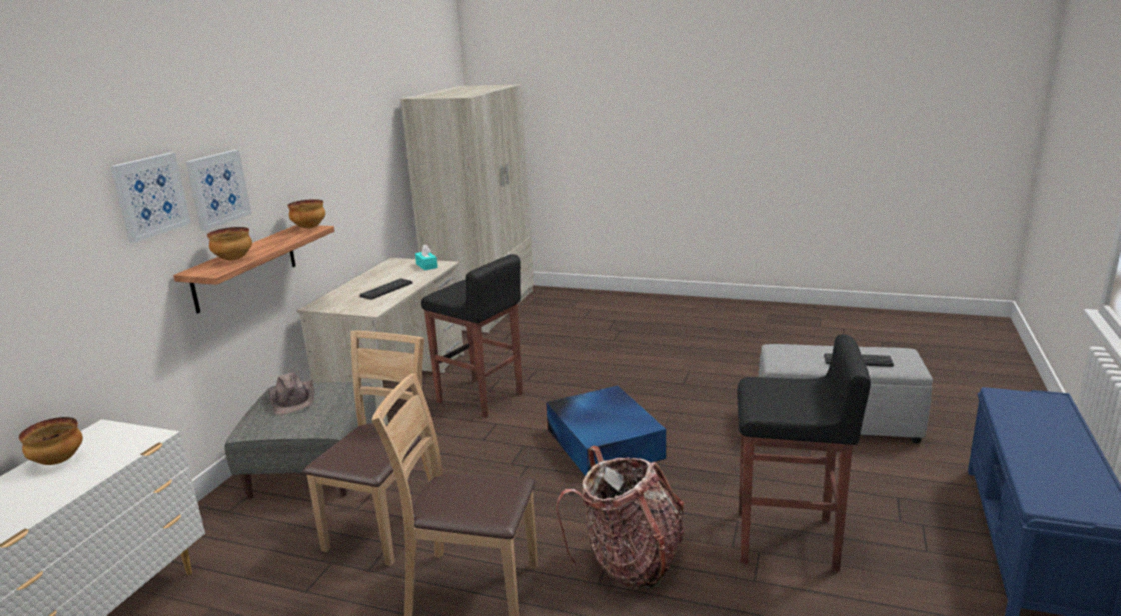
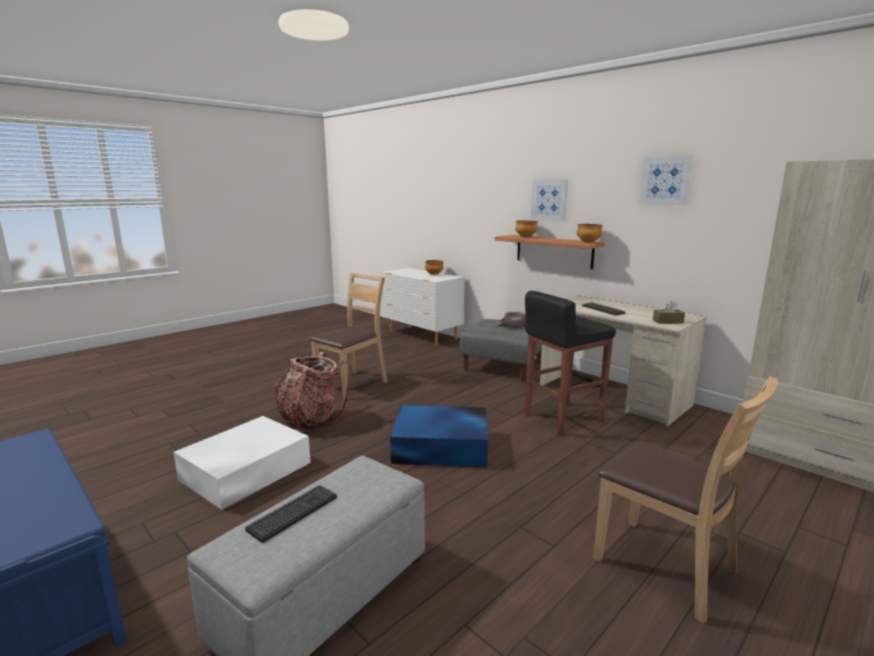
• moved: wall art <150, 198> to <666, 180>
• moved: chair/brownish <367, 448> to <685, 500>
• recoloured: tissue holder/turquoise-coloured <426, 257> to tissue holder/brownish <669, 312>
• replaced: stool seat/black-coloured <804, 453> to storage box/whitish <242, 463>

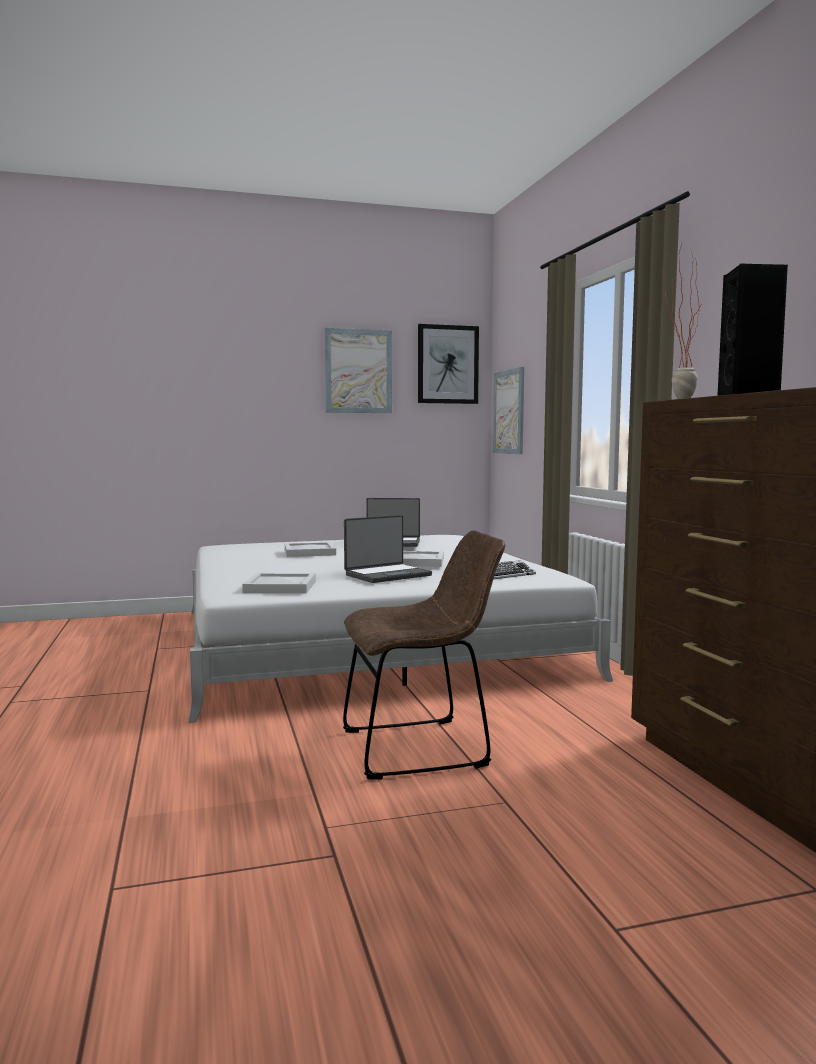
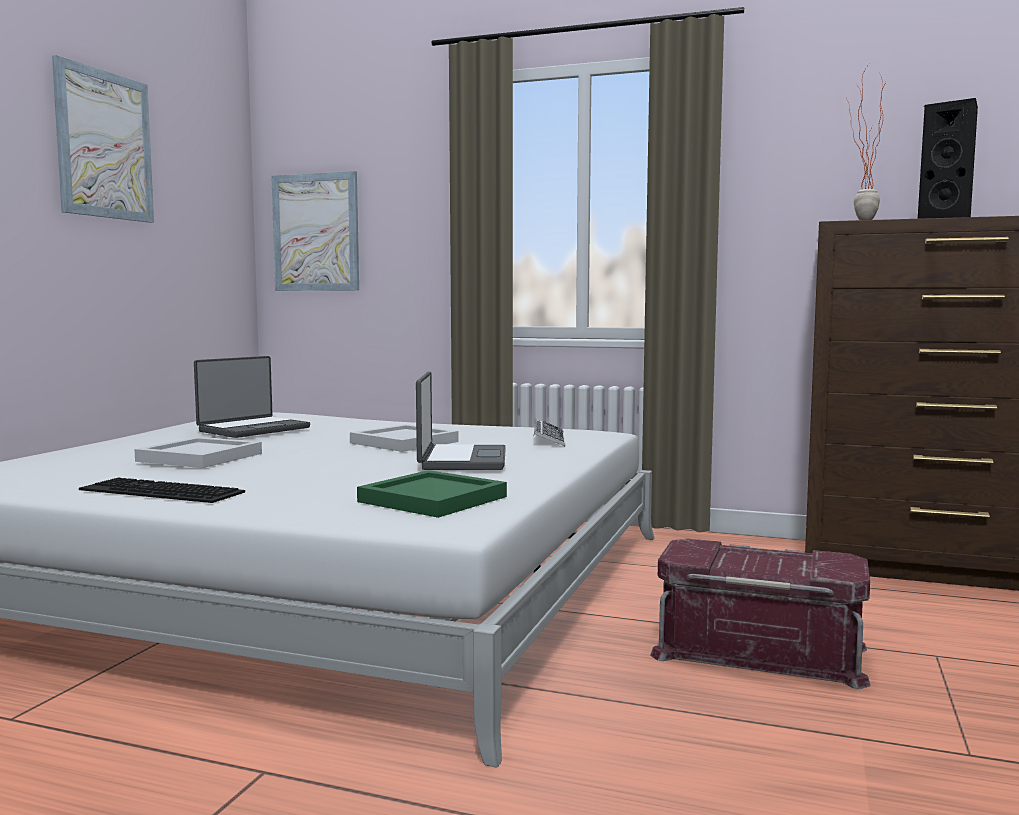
• recoloured: serving tray/whitish <279, 583> to serving tray/green <432, 494>
• replaced: chair/brownish <424, 655> to storage box/red <760, 614>
• removed: wall art <448, 364>
• added: PC keyboard <162, 490>

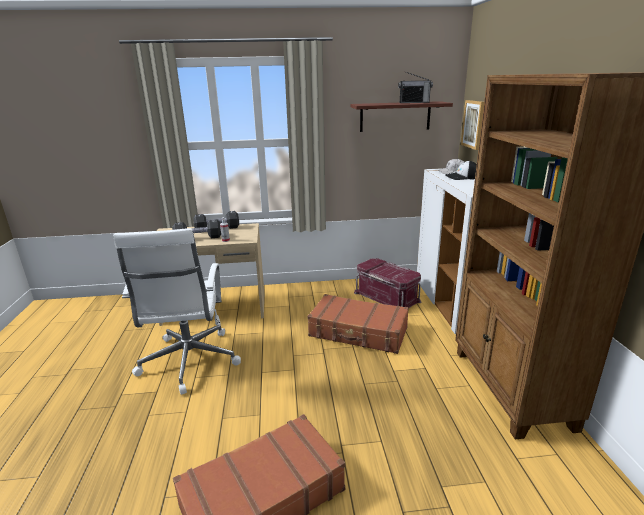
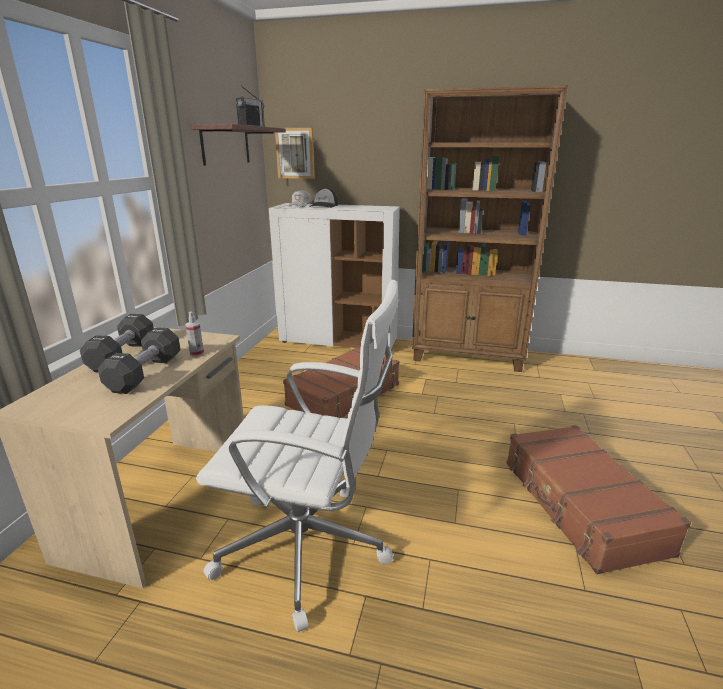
• removed: storage box/red <388, 283>

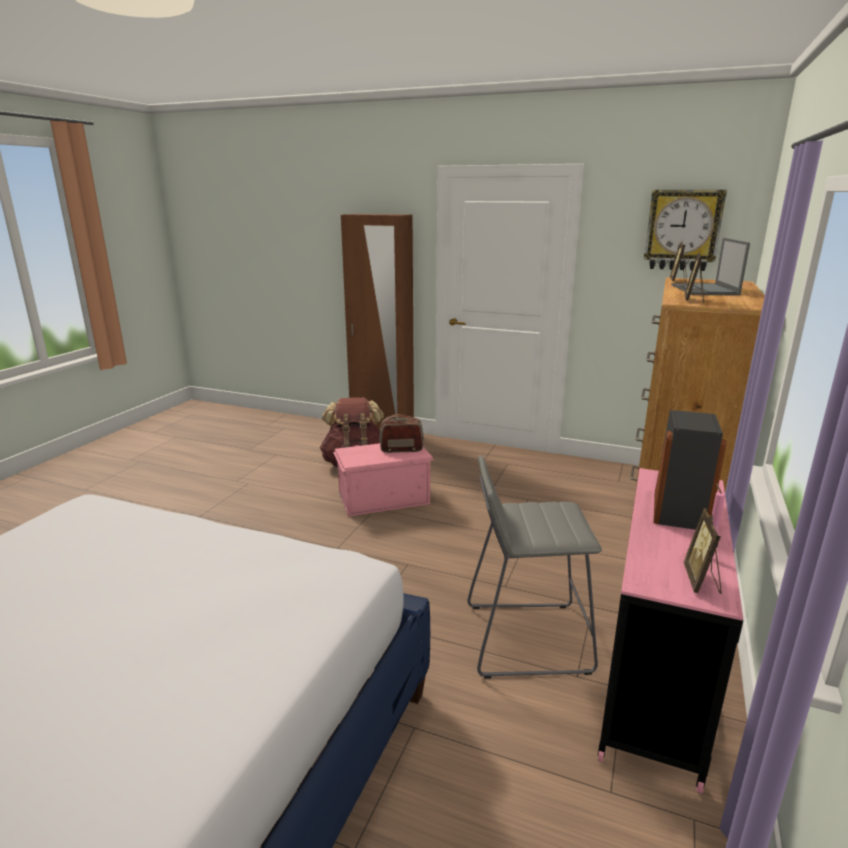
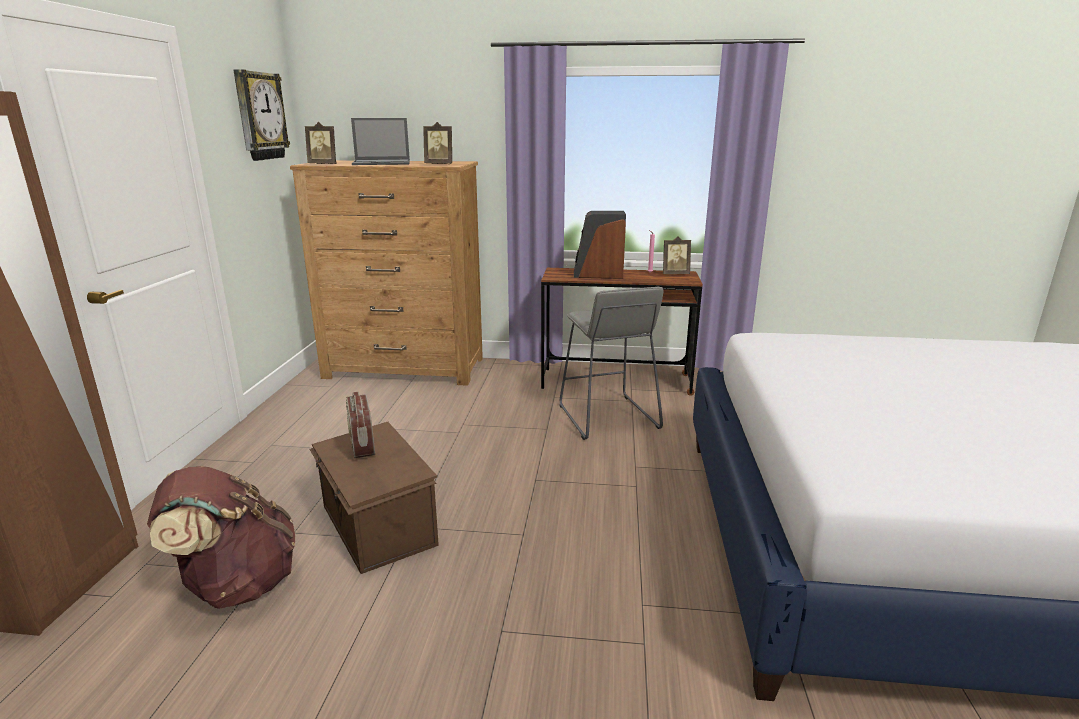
• recoloured: storage box/pink-coloured <383, 480> to storage box/brownish <374, 498>
• recoloured: desk/pink-coloured <670, 631> to desk/brownish <622, 332>

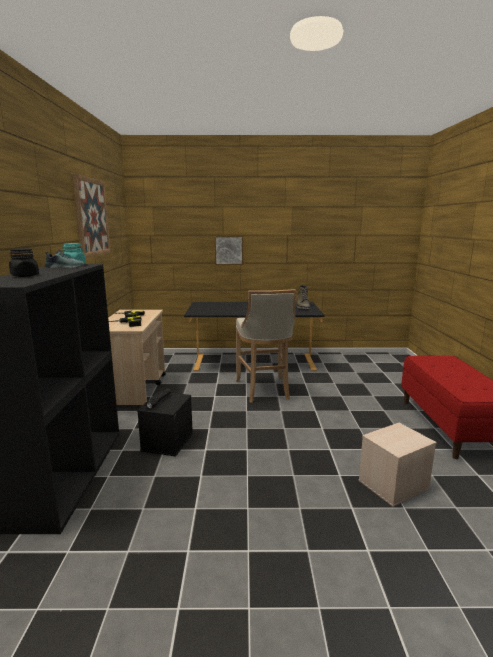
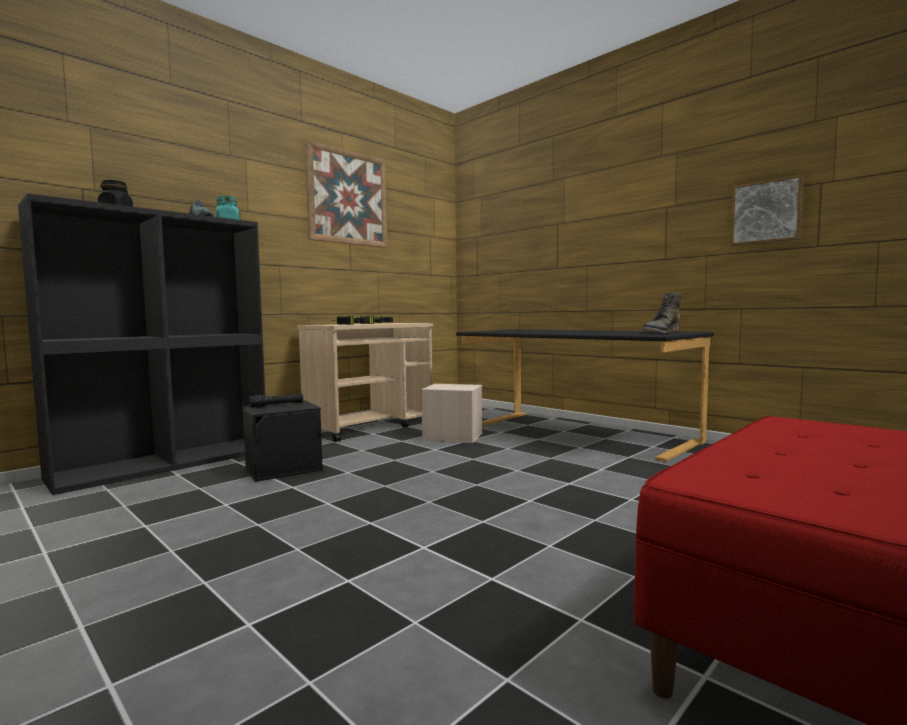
• moved: wall art <229, 250> to <767, 210>
• removed: stool seat/sand-coloured <266, 346>
• moved: storage box/sand-coloured <397, 465> to <452, 413>

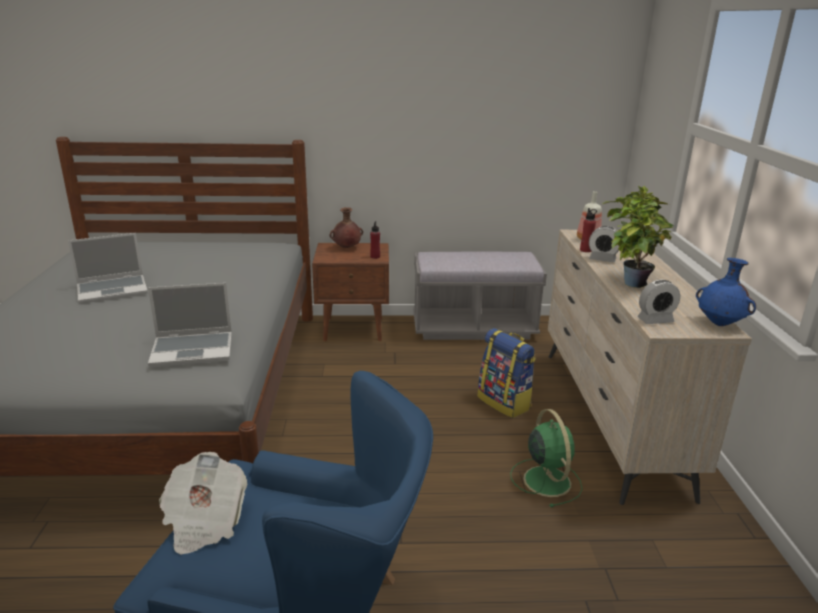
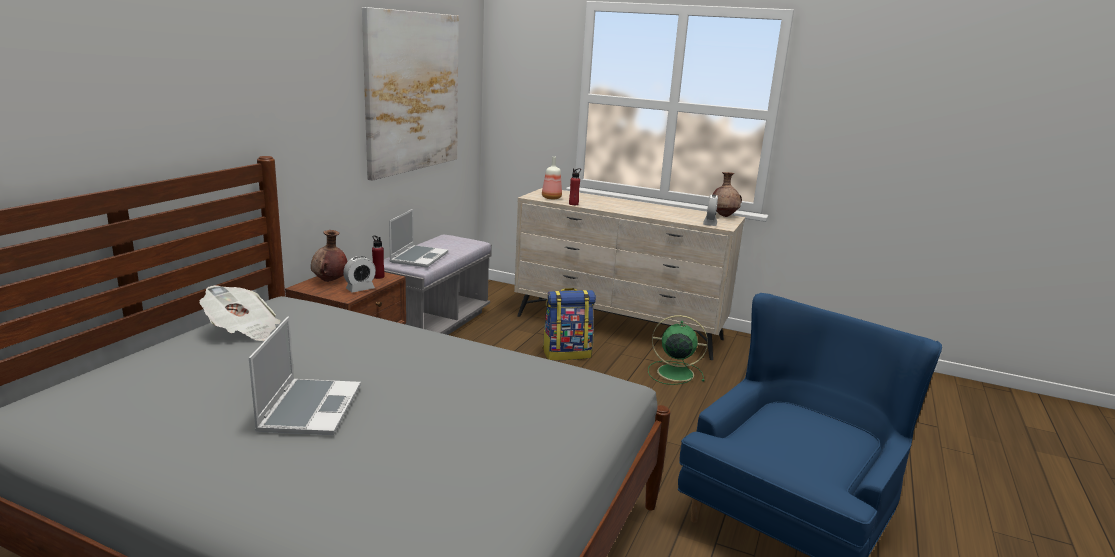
• moved: portable computer <190, 325> to <418, 238>
• moved: newspaper <203, 503> to <240, 313>
• moved: alarm clock <604, 244> to <359, 274>
• removed: potted plant <638, 236>
• recoloured: flower vase/blue <726, 292> to flower vase/brownish <727, 194>
• added: wall art <410, 94>

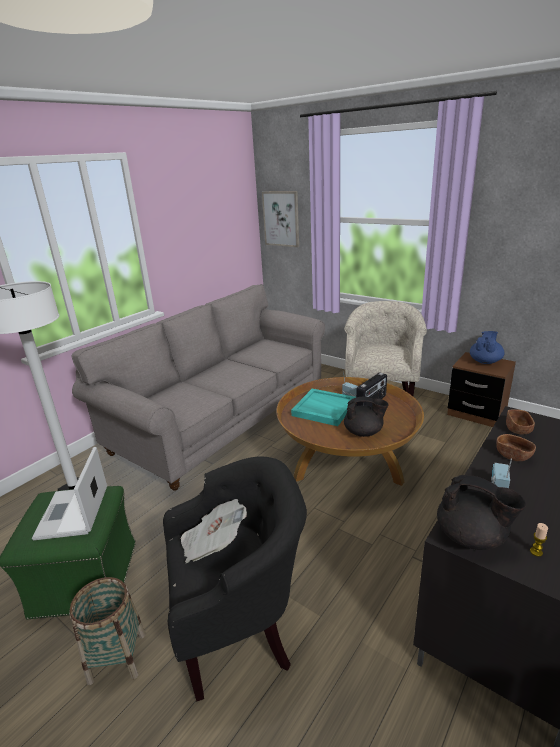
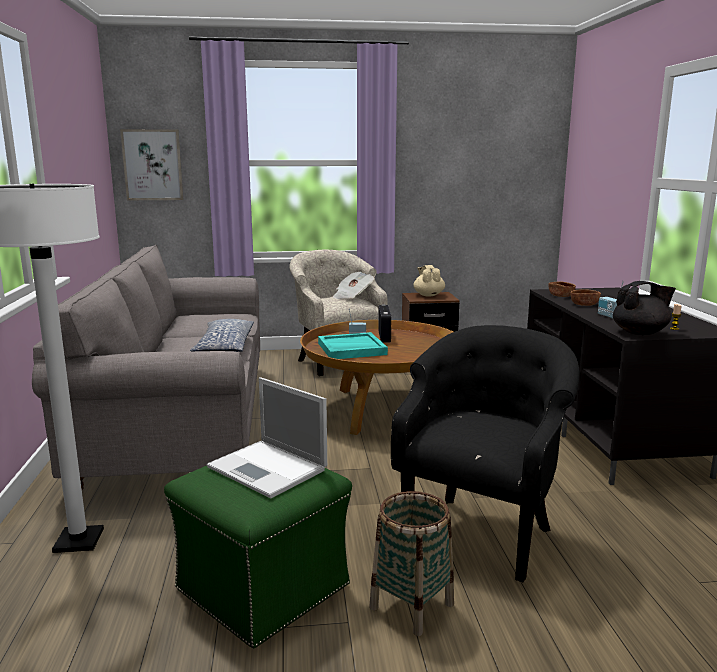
• moved: newspaper <214, 531> to <353, 285>
• removed: tea pot/black-coloured <366, 417>
• recoloured: tea pot/blue <487, 347> to tea pot/sand-coloured <429, 281>
• added: pillow <222, 335>

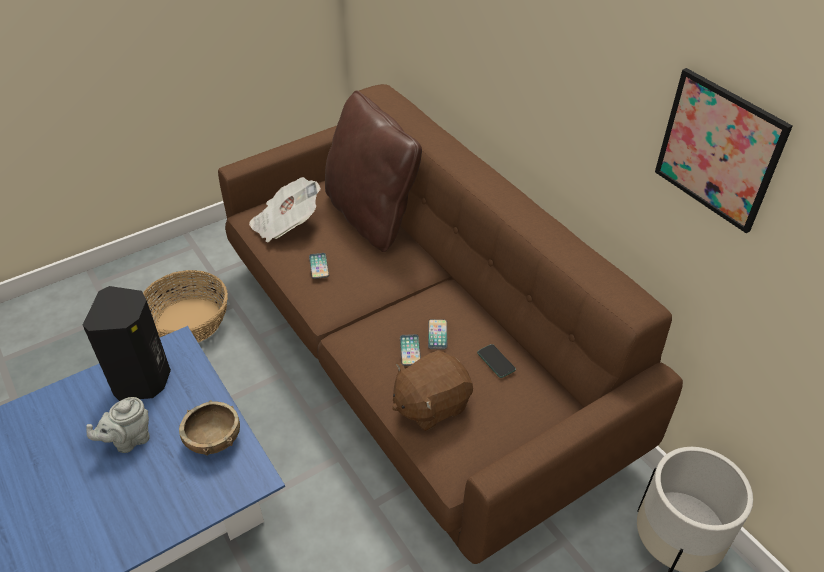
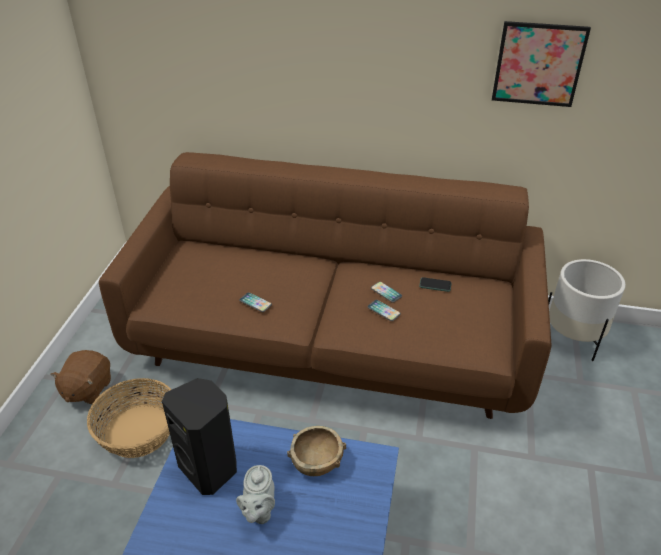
• removed: newspaper <285, 210>
• removed: pillow/brownish <373, 171>
• moved: soft toy/brownish <432, 391> to <80, 377>

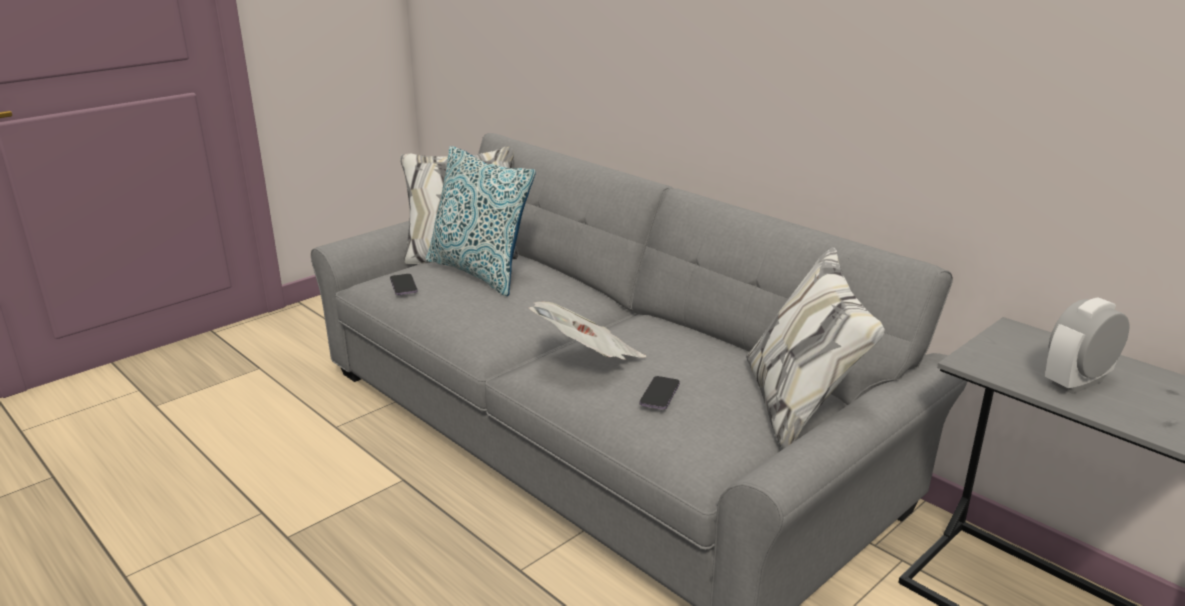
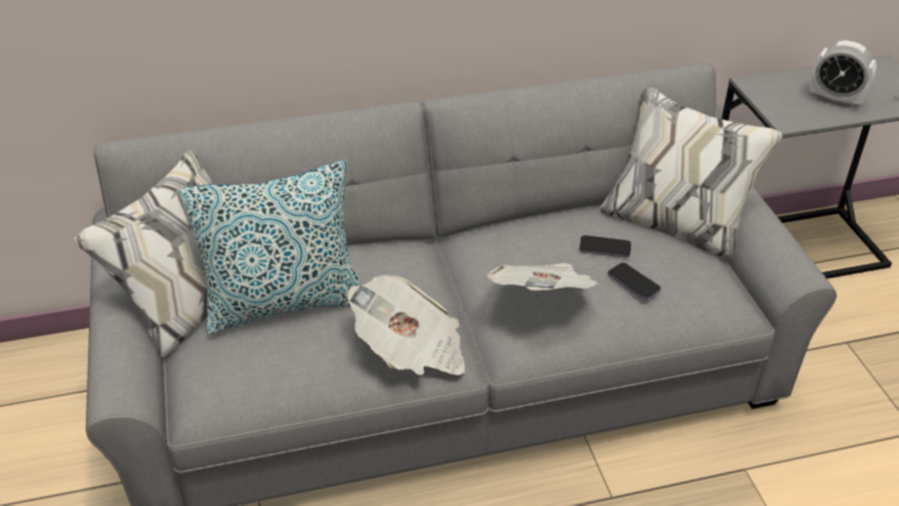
• moved: handset <404, 284> to <605, 246>
• turned: alarm clock <1087, 345> = <843, 74> 60 degrees counterclockwise
• added: newspaper <406, 325>

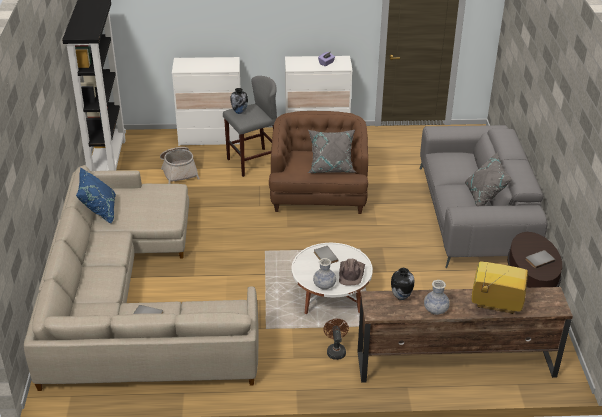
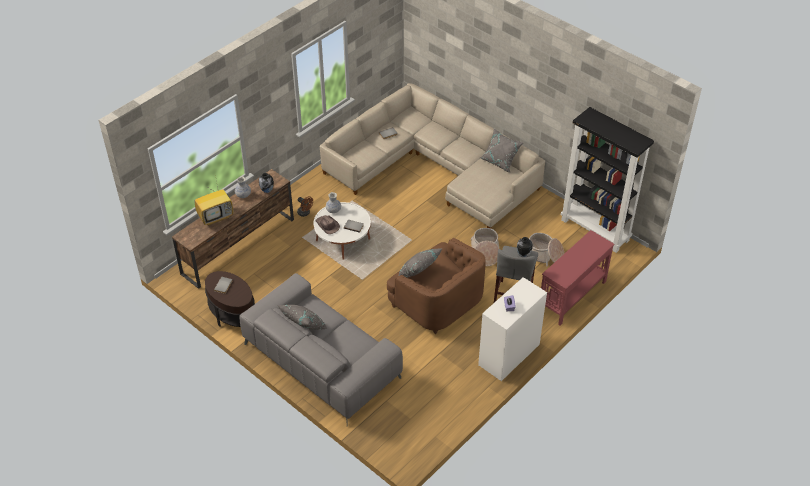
• recoloured: pillow/blue <96, 195> to pillow/greyish <501, 151>
• replaced: dresser/whitish <206, 101> to hall table/red <577, 277>
• added: household basket <485, 247>

